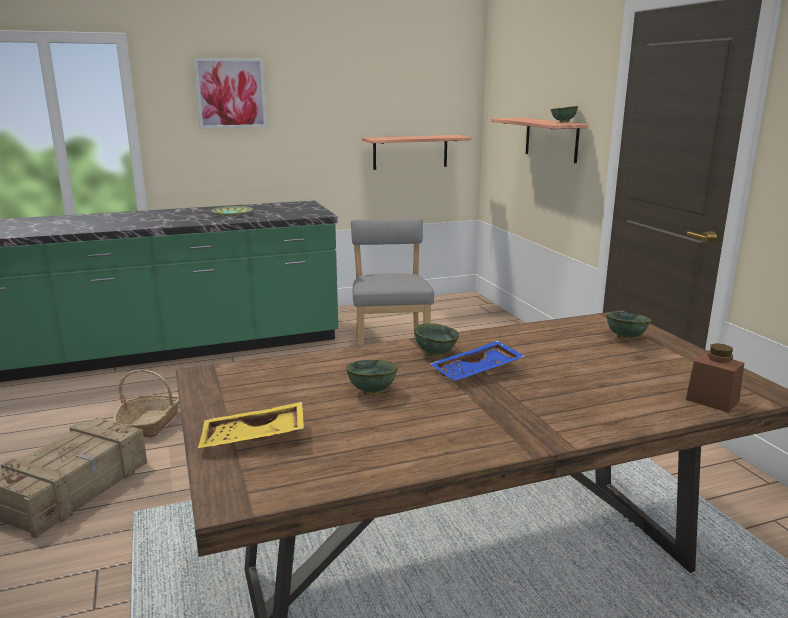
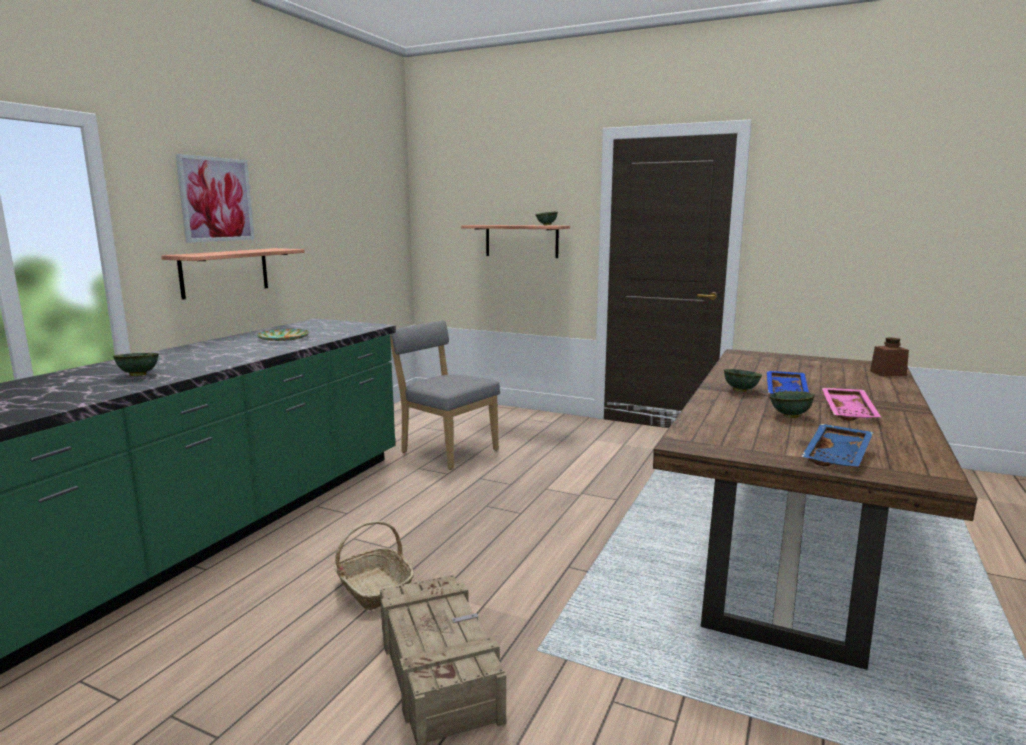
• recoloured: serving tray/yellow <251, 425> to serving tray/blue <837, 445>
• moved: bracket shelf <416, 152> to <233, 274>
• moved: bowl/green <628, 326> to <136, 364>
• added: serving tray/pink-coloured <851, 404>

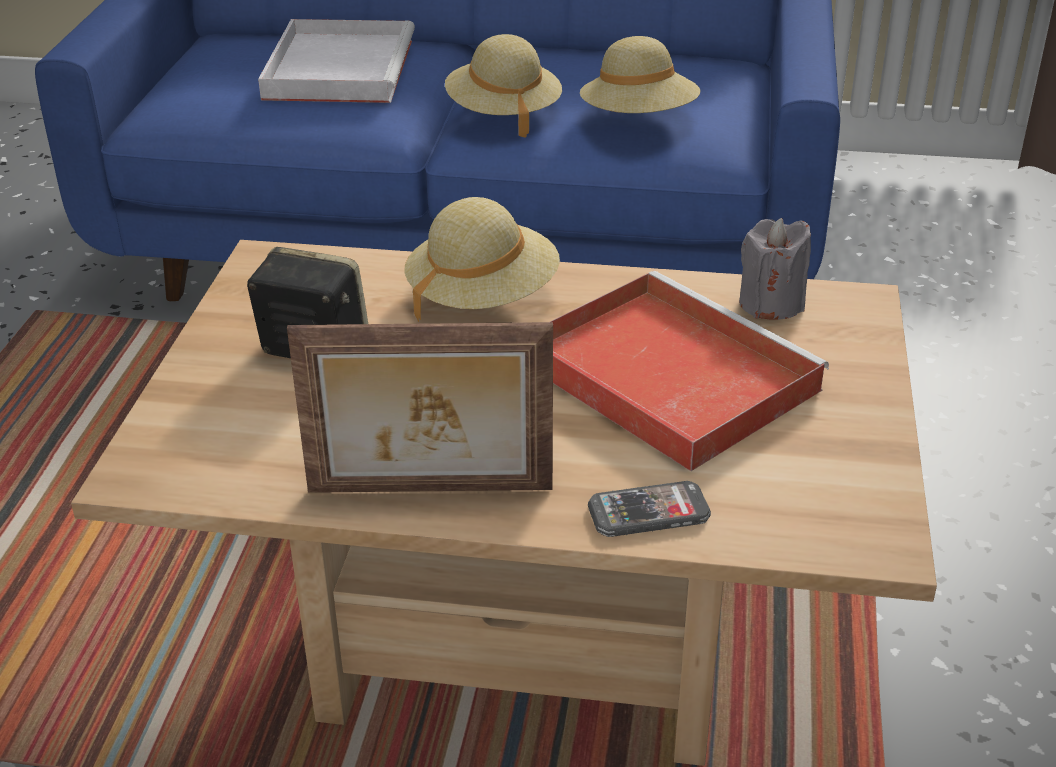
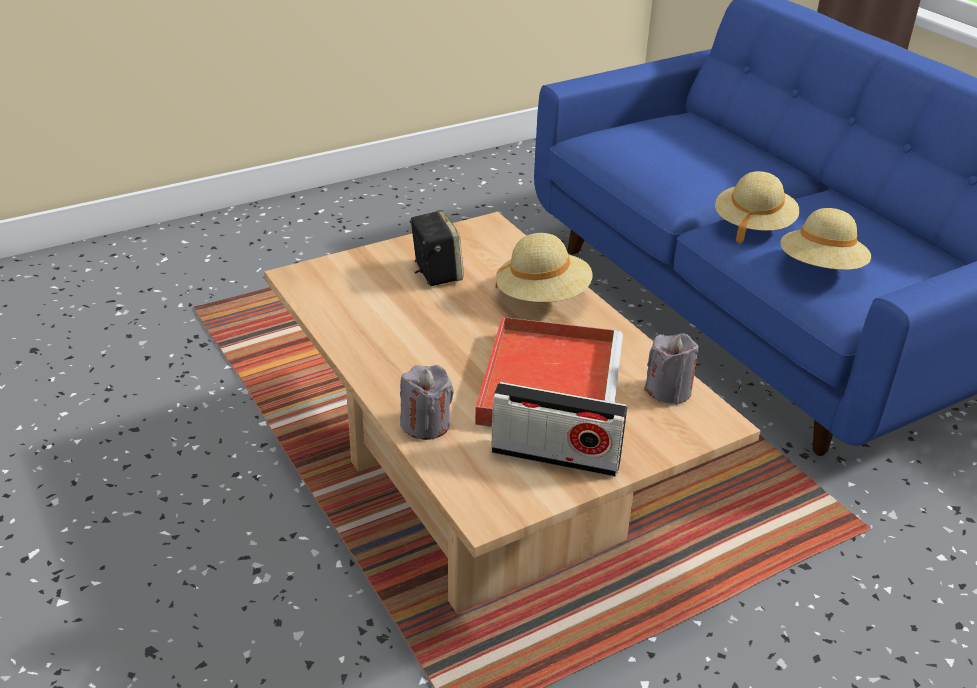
• removed: serving tray/whitish <336, 61>
• removed: picture frame <420, 407>
• replaced: handset <649, 509> to candle/greyish <427, 402>
• added: radio set <559, 429>

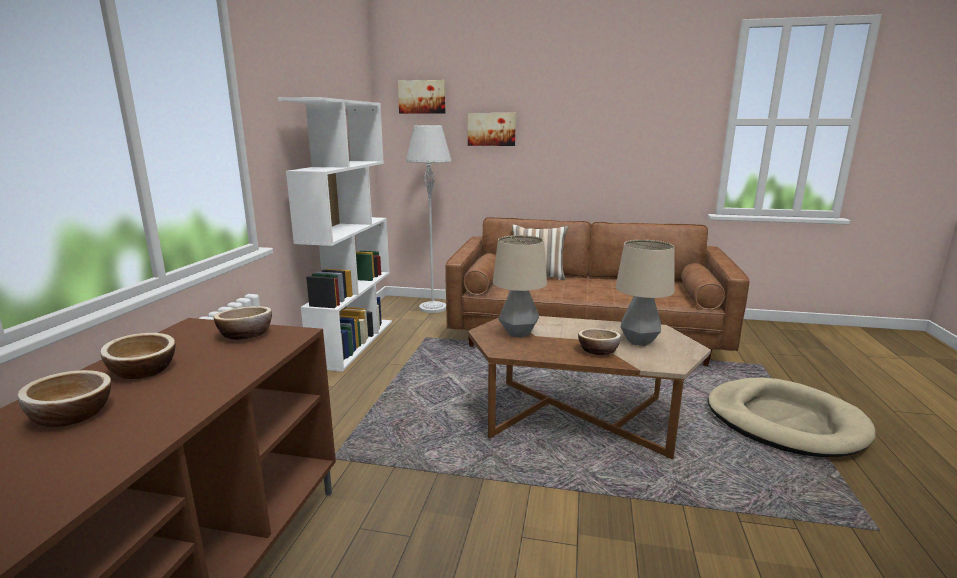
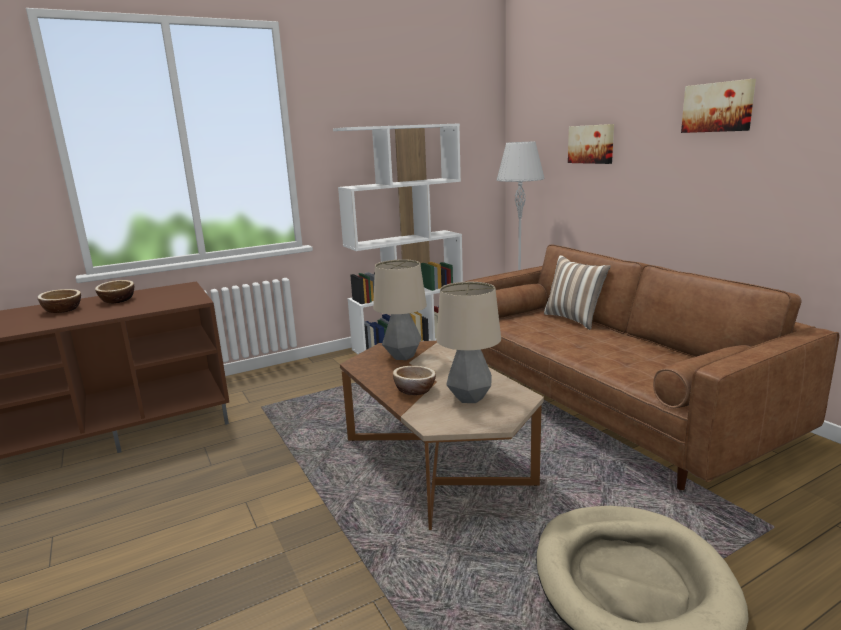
• removed: bowl <242, 323>
• moved: wall art <421, 97> to <718, 106>

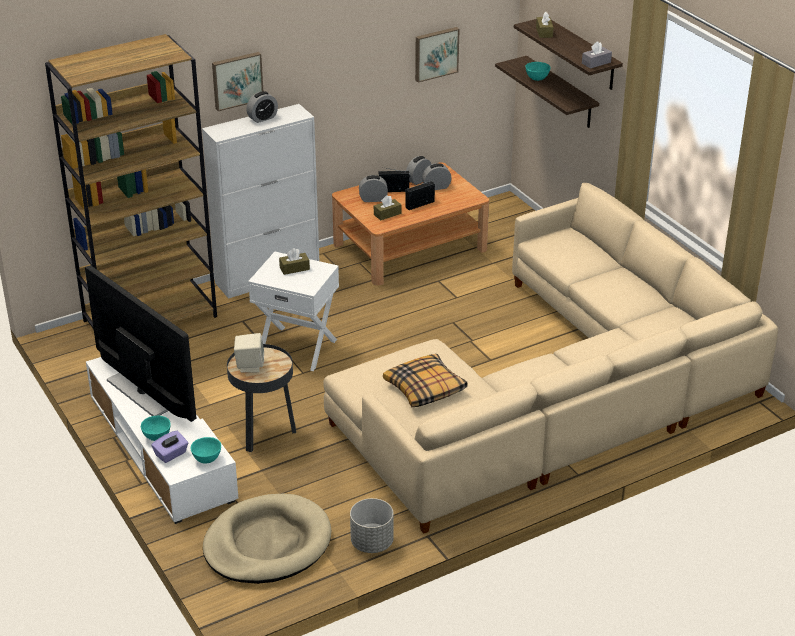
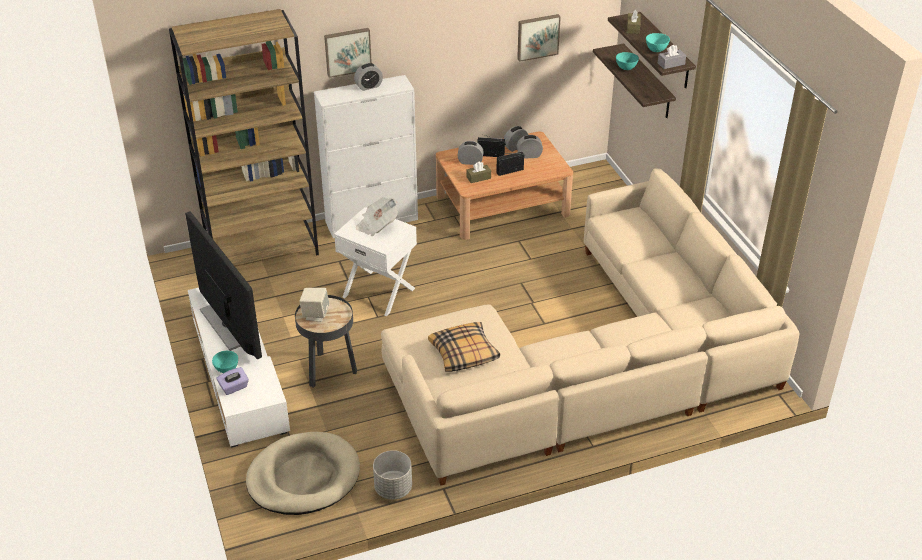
• moved: bowl/turquoise-coloured <206, 450> to <658, 42>
• replaced: tissue holder/brownish <294, 261> to newspaper <377, 216>

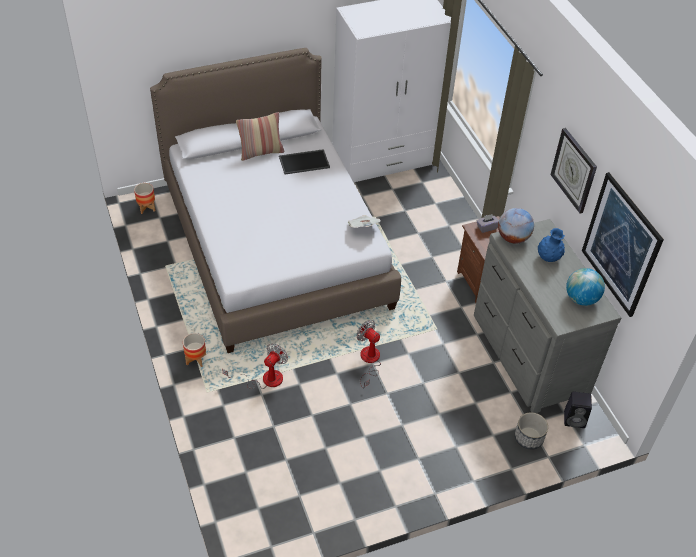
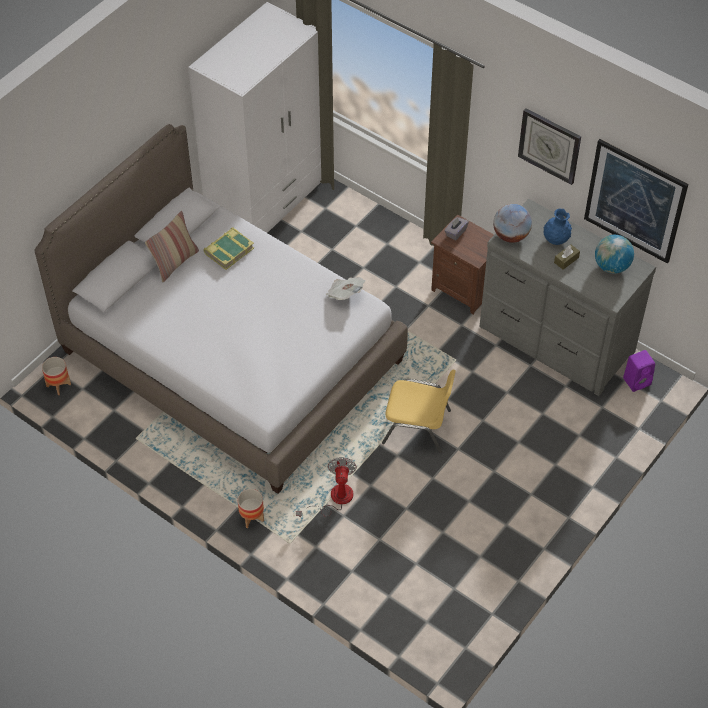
• replaced: serving tray <304, 161> to volume <228, 248>
• replaced: electric fan <368, 354> to chair/yellow <419, 411>
• removed: planter <531, 431>
• recoloured: loudspeaker/black-coloured <578, 409> to loudspeaker/purple <639, 371>
• added: tissue holder/brownish <567, 257>

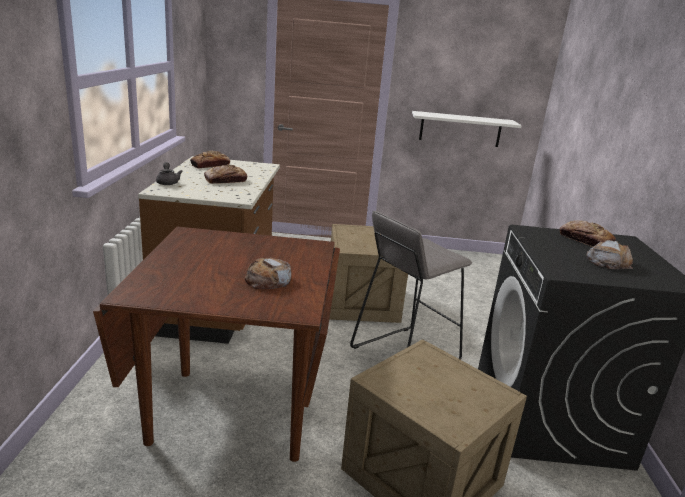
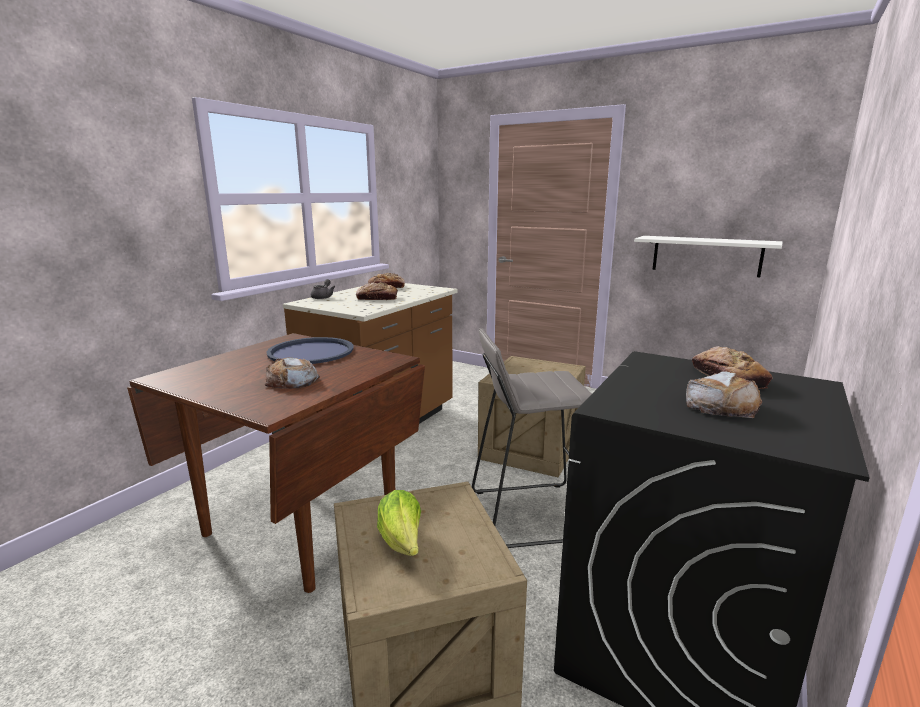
• added: serving tray/blue <310, 350>
• added: head of lettuce <399, 523>

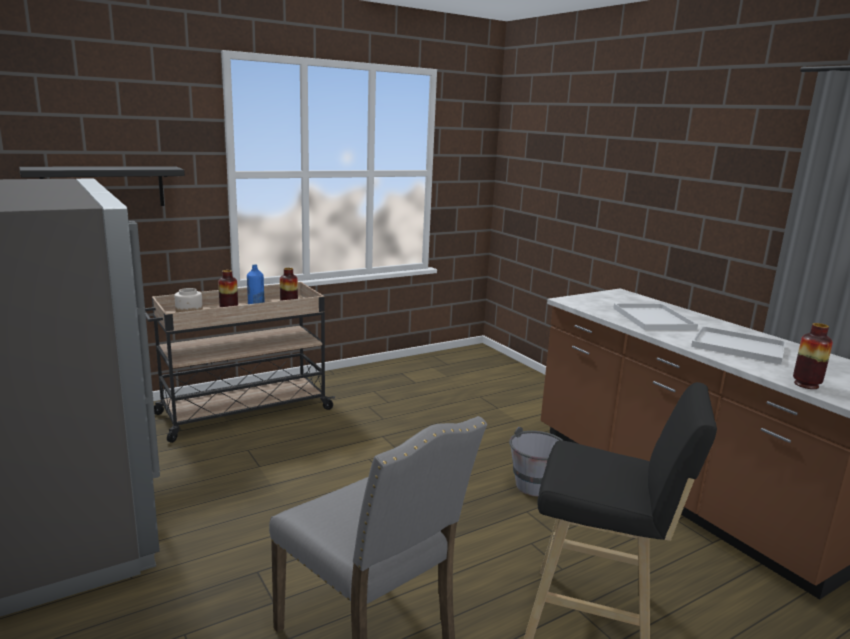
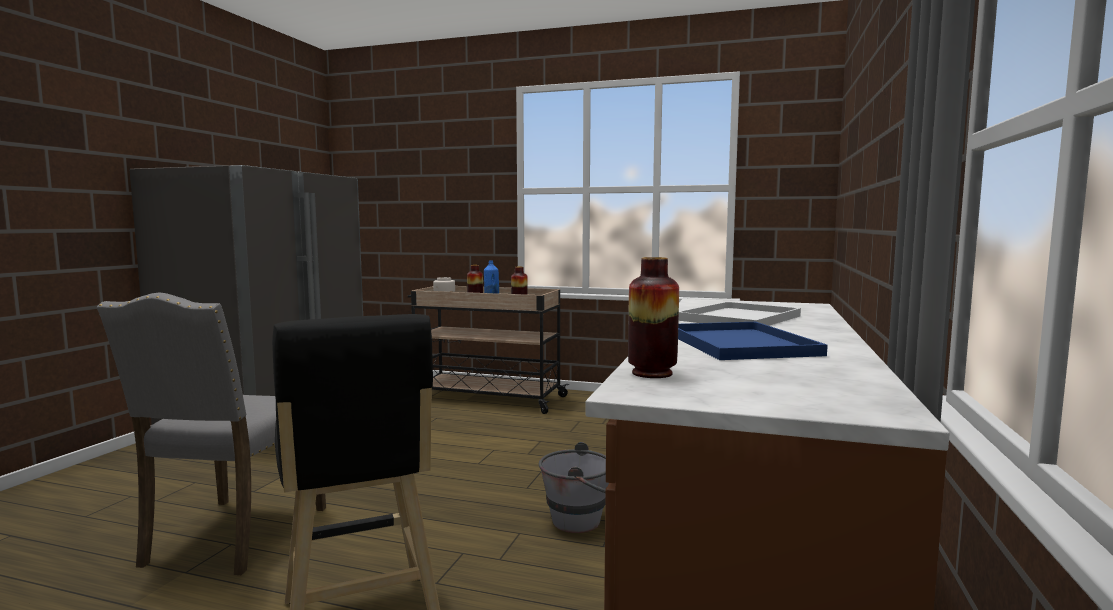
• removed: bracket shelf/black-coloured <102, 186>
• recoloured: serving tray/whitish <738, 345> to serving tray/blue <753, 341>

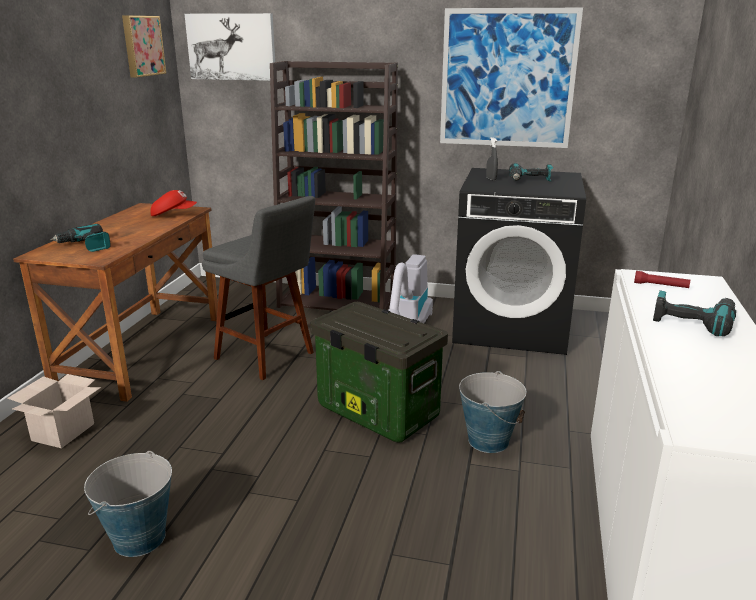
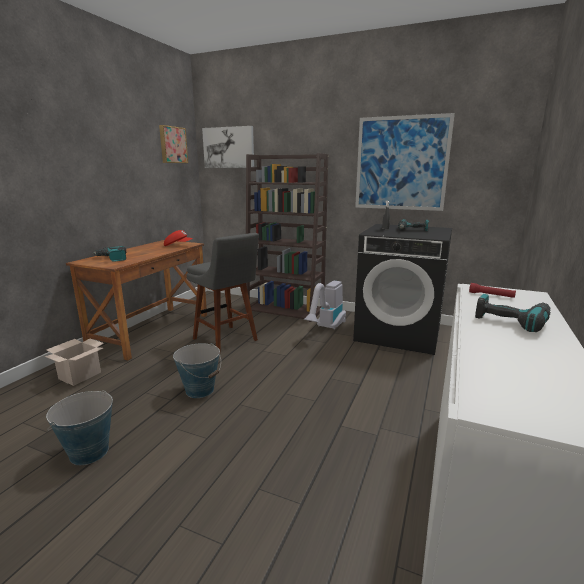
• removed: storage box <379, 372>
• moved: water bucket <493, 412> to <197, 370>

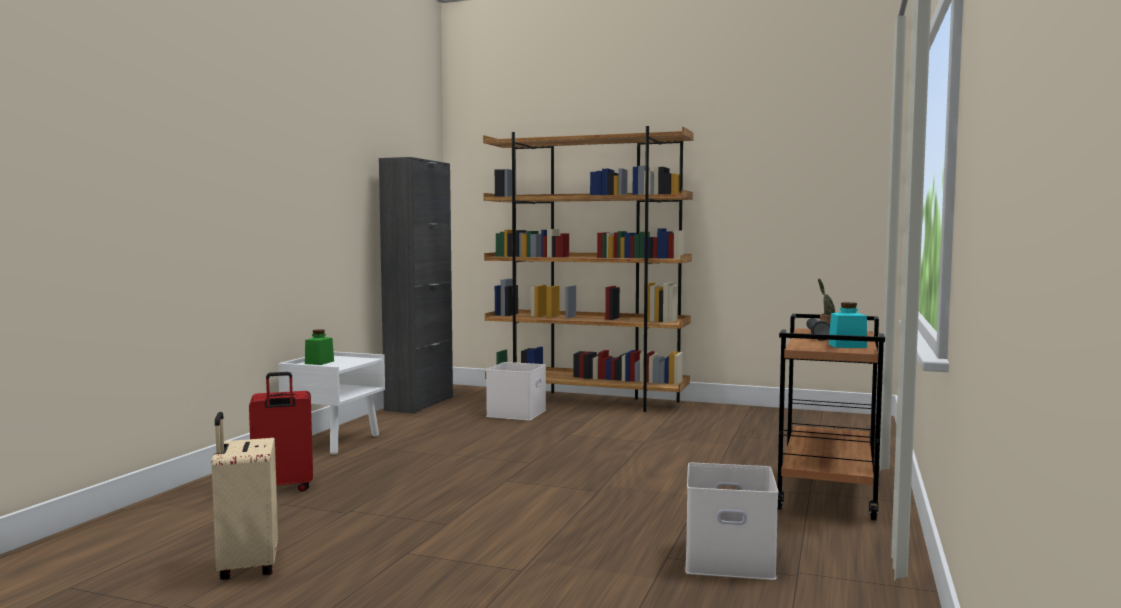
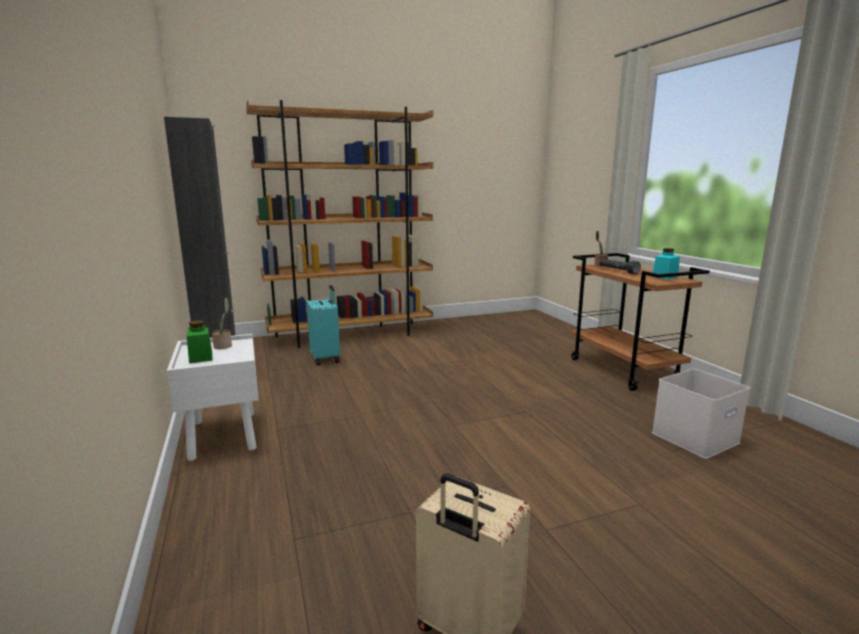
• removed: suitcase/red <281, 432>
• replaced: storage box/whitish <516, 391> to suitcase/turquoise-coloured <323, 325>
• added: potted plant <222, 323>

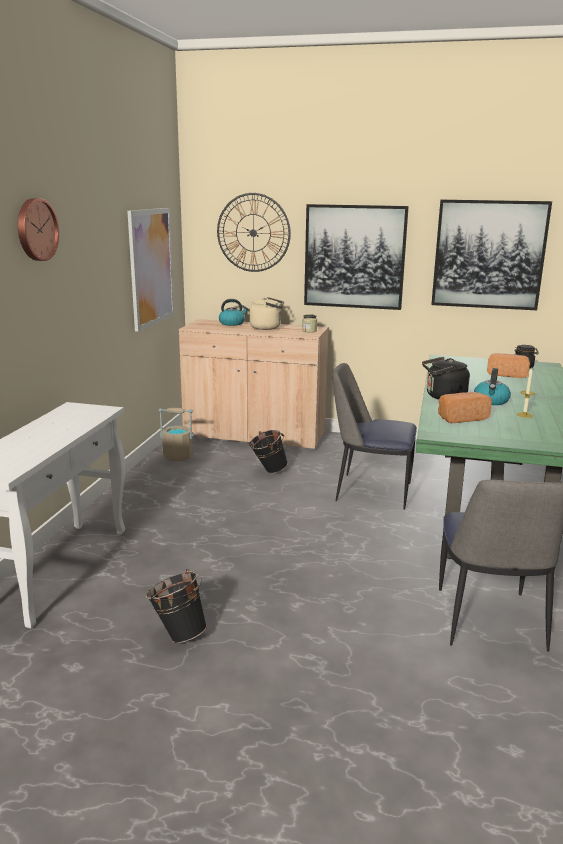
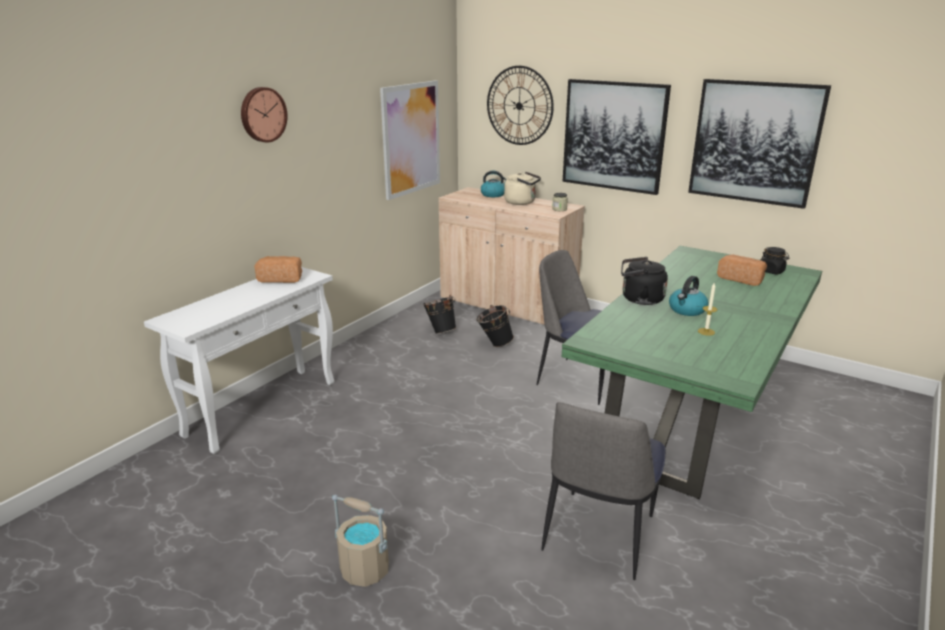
• moved: water bucket/black-coloured <176, 606> to <439, 314>
• moved: water bucket/sand-coloured <176, 435> to <360, 540>
• moved: baked bread <465, 407> to <278, 269>

